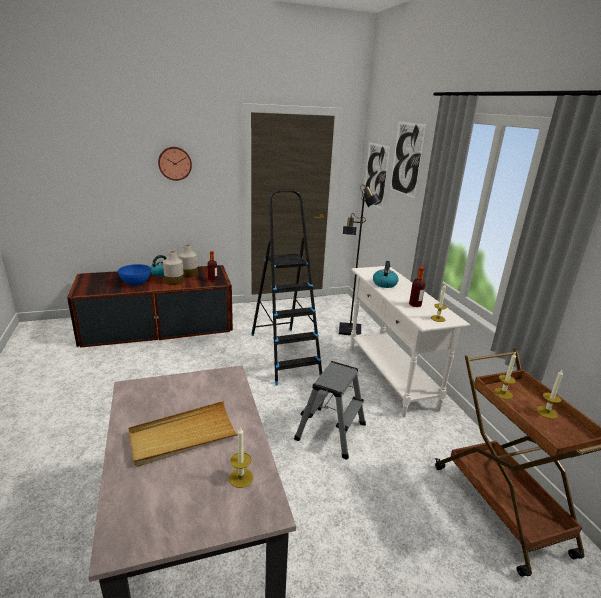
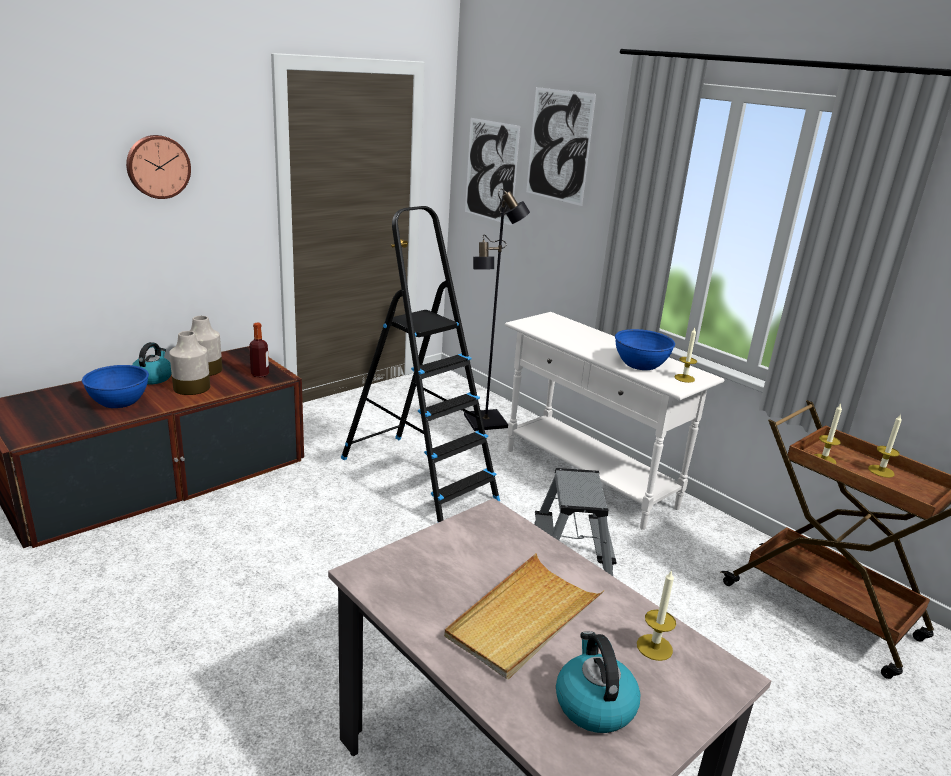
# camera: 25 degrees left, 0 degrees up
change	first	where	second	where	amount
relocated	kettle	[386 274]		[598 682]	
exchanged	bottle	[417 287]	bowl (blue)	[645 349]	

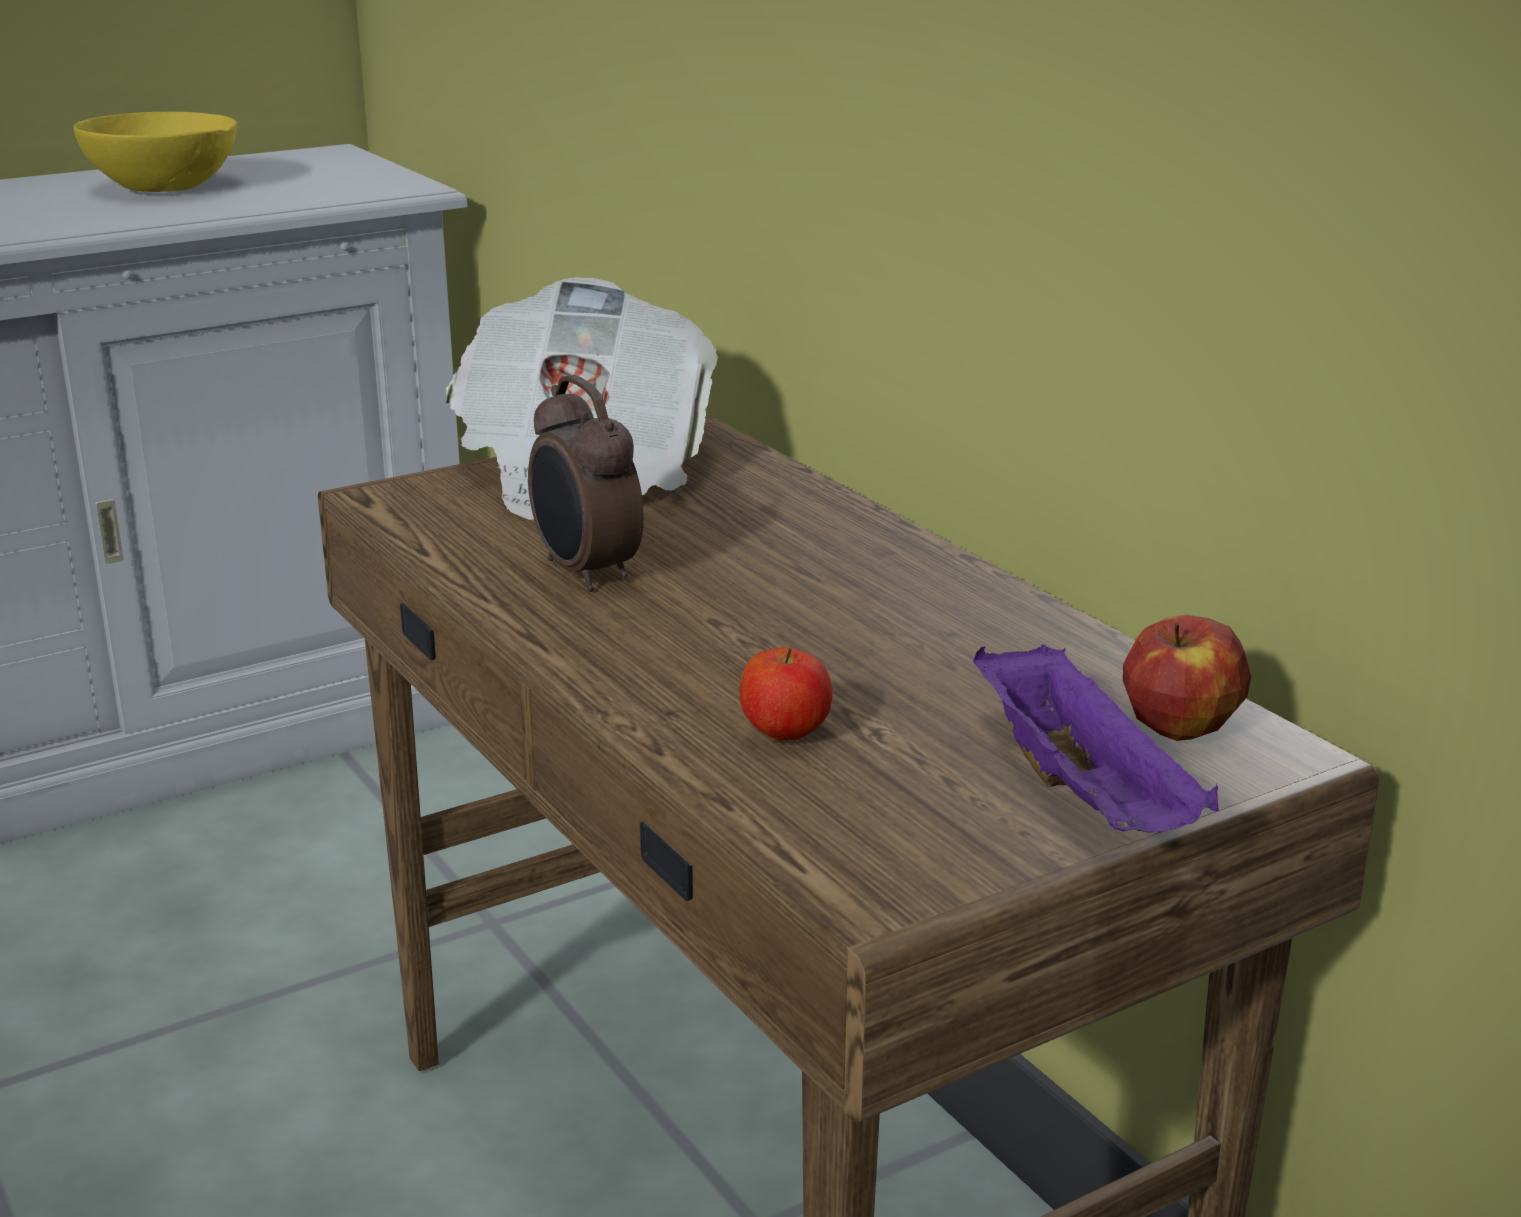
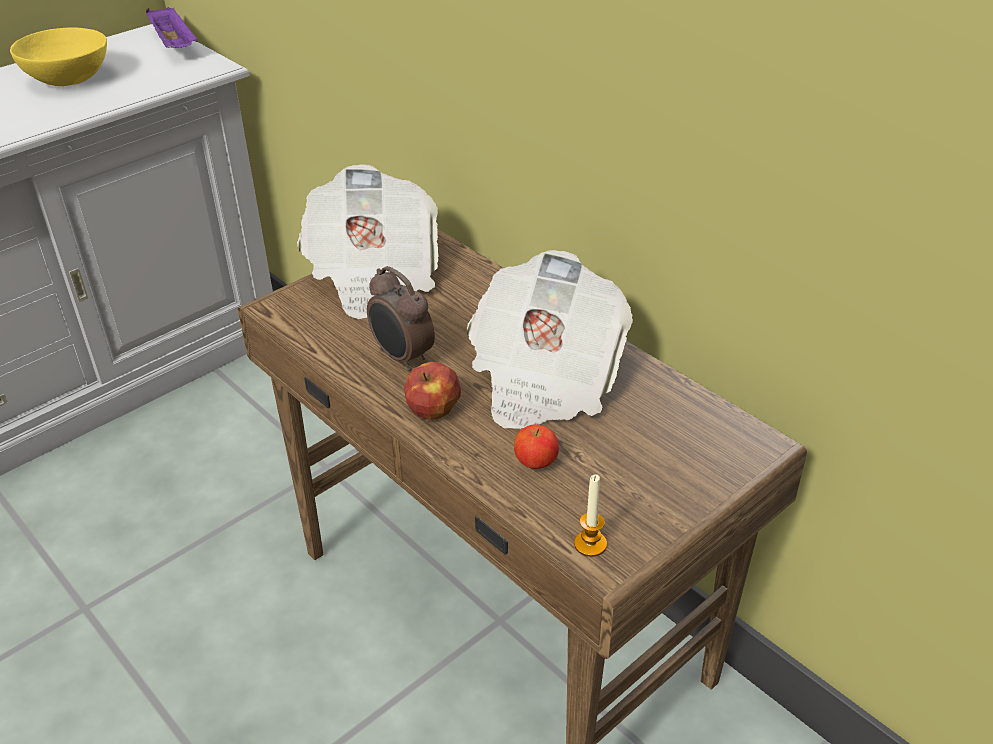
# camera: 10 degrees left, 15 degrees up
change	first	where	second	where	amount
appeared			newspaper	[550 339]	
appeared			candle	[590 515]	
relocated	tray (purple)	[1096 738]		[172 27]	
relocated	apple	[1187 678]		[432 391]	

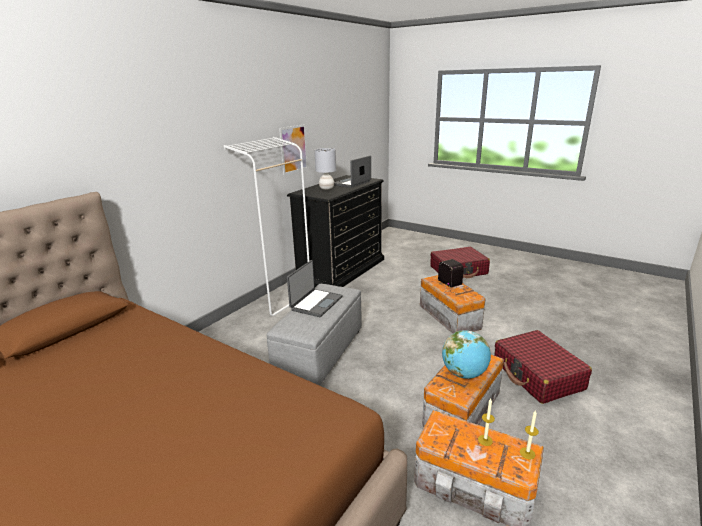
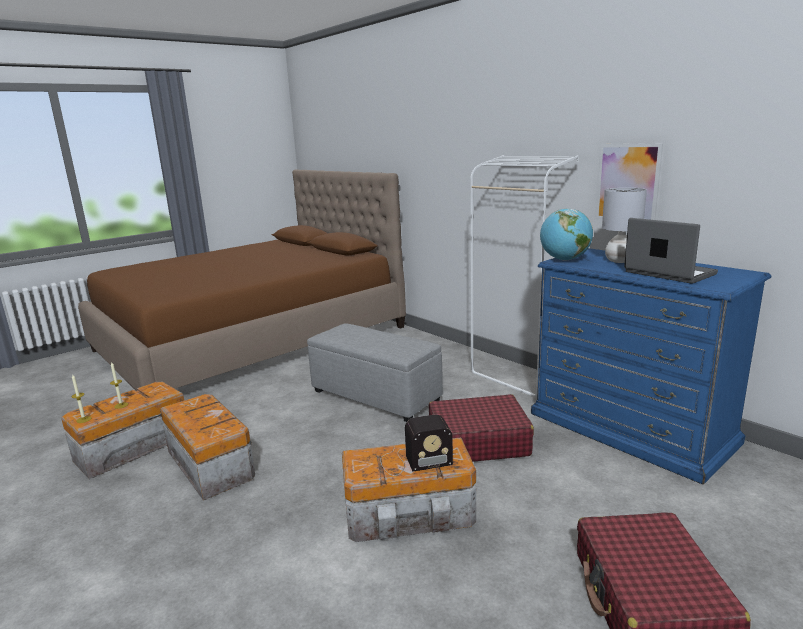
# camera: 105 degrees right, 5 degrees down
change	first	where	second	where	amount
missing	laptop	[315 288]			
relocated	globe	[466 354]		[566 235]	
relocated	suitcase (red)	[543 367]		[481 428]	
colour	dresser (black)	[335 231]	dresser (blue)	[651 366]	

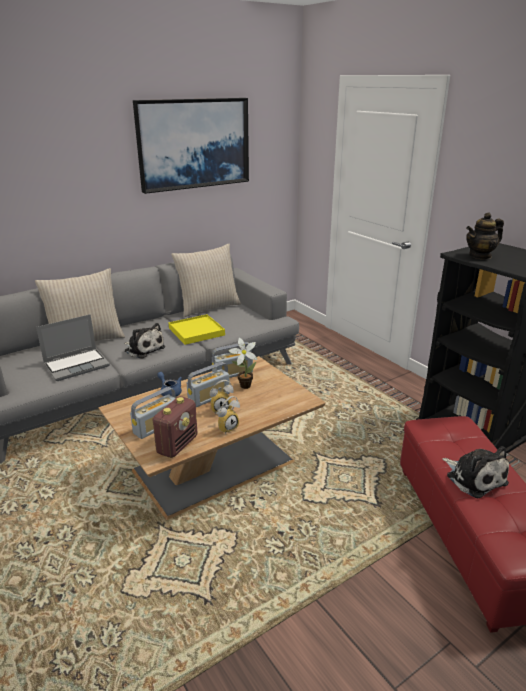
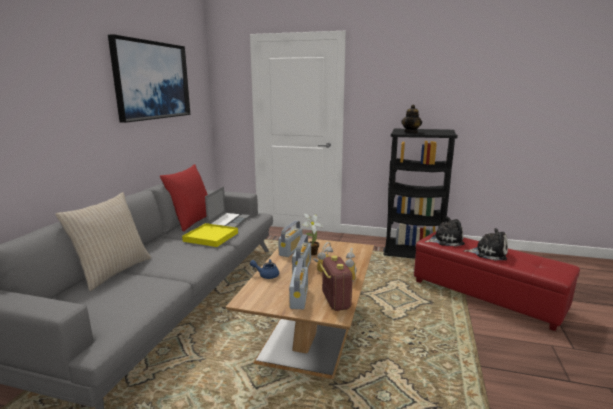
# camera: 40 degrees left, 10 degrees down
change	first	where	second	where	amount
relocated	laptop	[73 347]		[227 207]	
relocated	plush toy	[144 341]		[445 232]	
colour	pillow (beige)	[206 280]	pillow (red)	[184 198]	

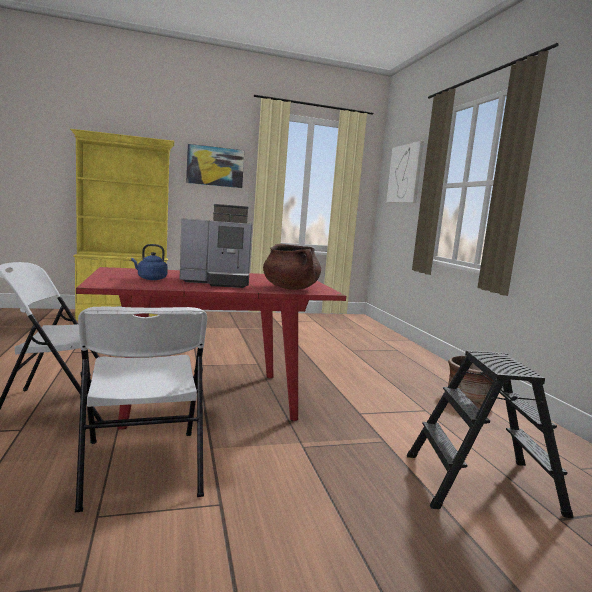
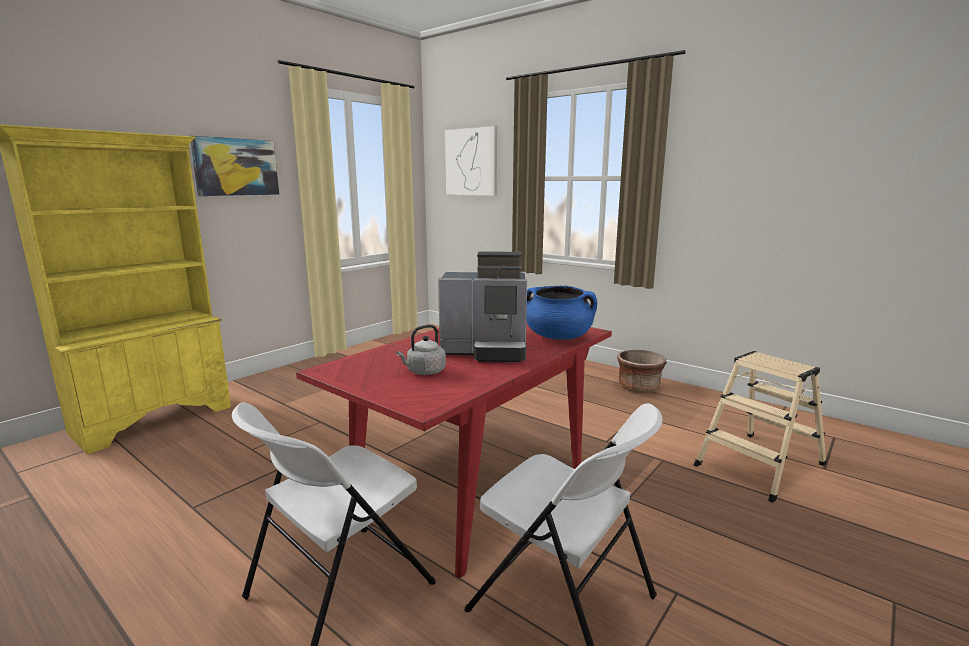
# camera: 35 degrees left, 5 degrees up
change	first	where	second	where	amount
colour	kettle (blue)	[149 262]	kettle (grey)	[421 350]	
colour	cooking pot (brown)	[292 267]	cooking pot (blue)	[561 313]	
colour	step ladder (black)	[490 434]	step ladder (beige)	[760 427]	
spun	coffee machine	[215 246]		[482 306]	45 degrees clockwise

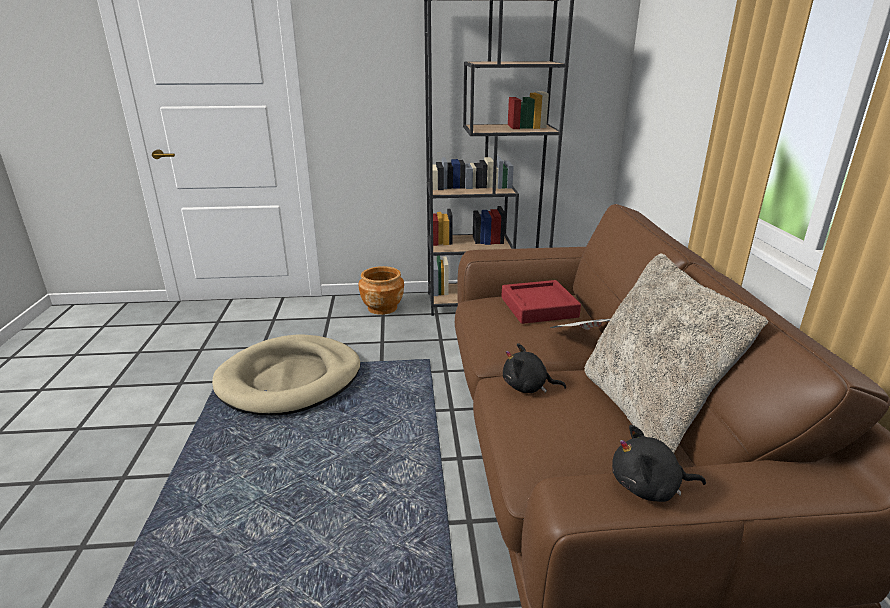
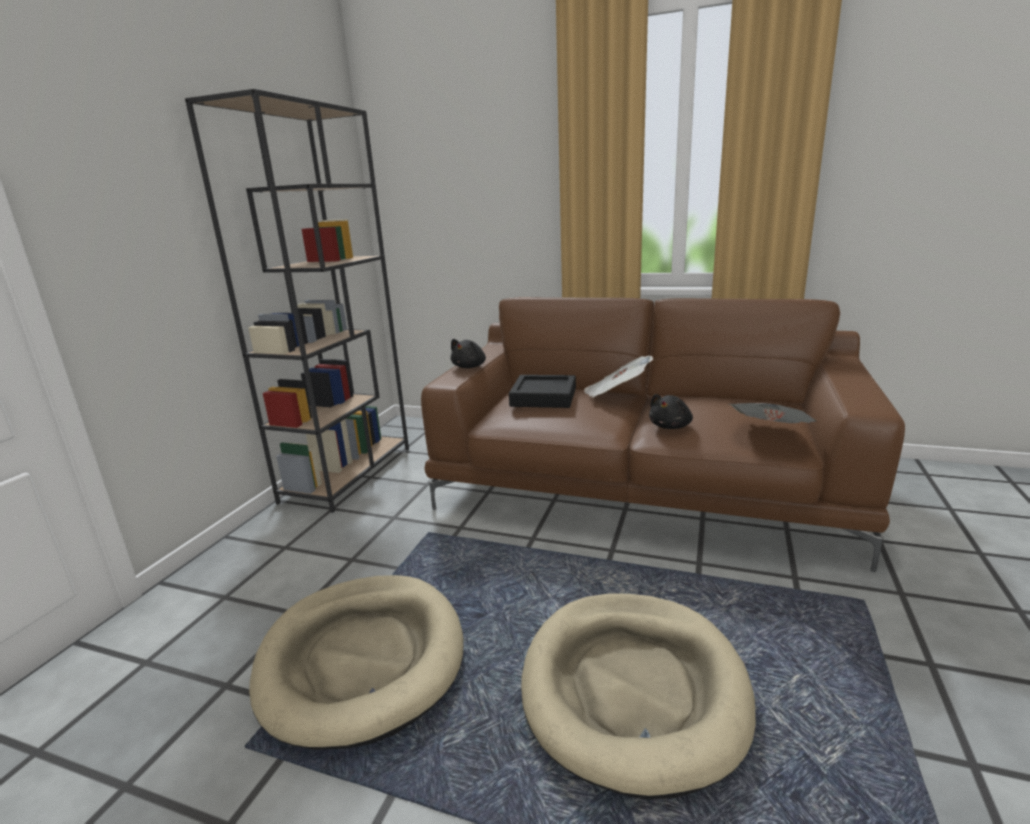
# camera: 65 degrees left, 5 degrees down
change	first	where	second	where	amount
missing	planter (brown)	[381 290]			
missing	pillow (beige)	[676 353]			
appeared			dog bed (beige)	[638 696]	
appeared			newspaper	[772 413]	
relocated	plush toy (black)	[659 463]		[468 353]	
colour	tray (red)	[541 302]	tray (black)	[542 391]	

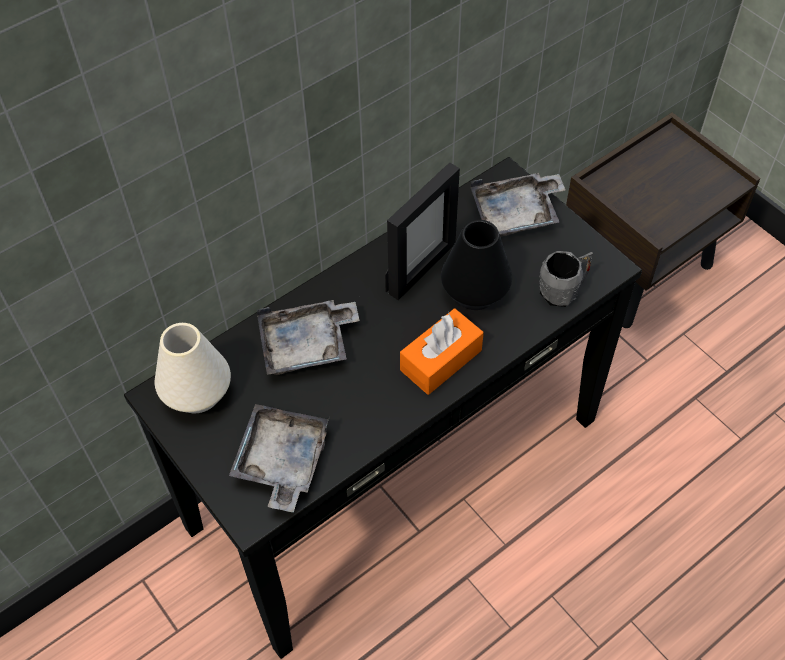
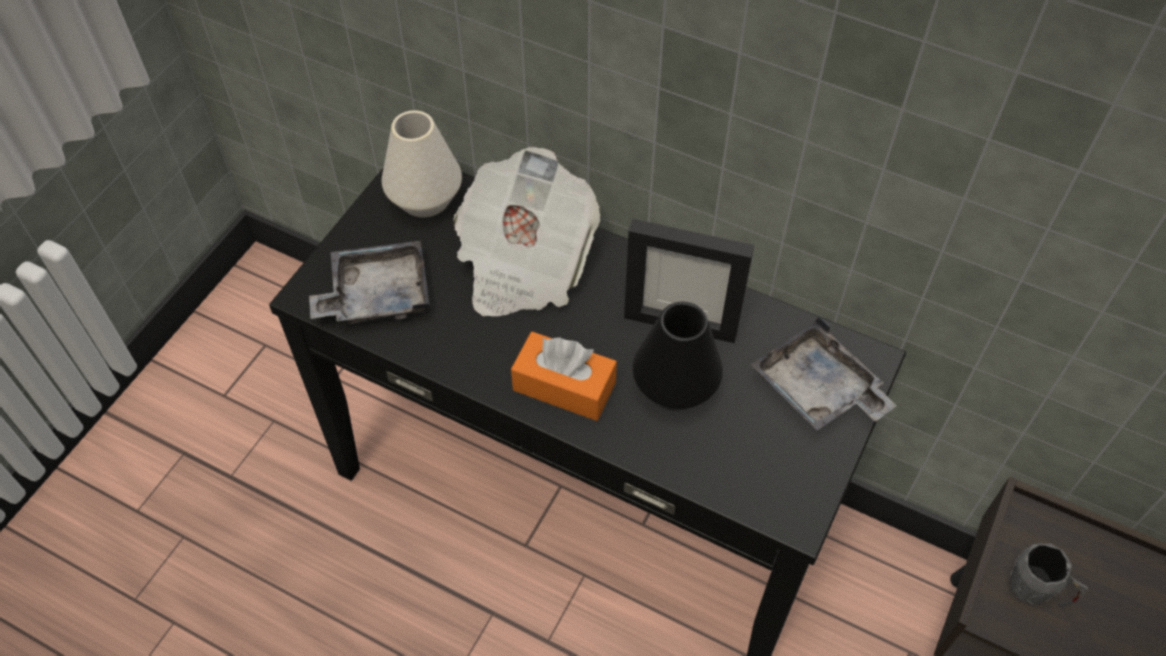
# camera: 65 degrees right, 0 degrees up
change	first	where	second	where	amount
relocated	mug (grey)	[566 279]		[1048 575]	
exchanged	tray (grey)	[308 337]	newspaper	[526 231]	

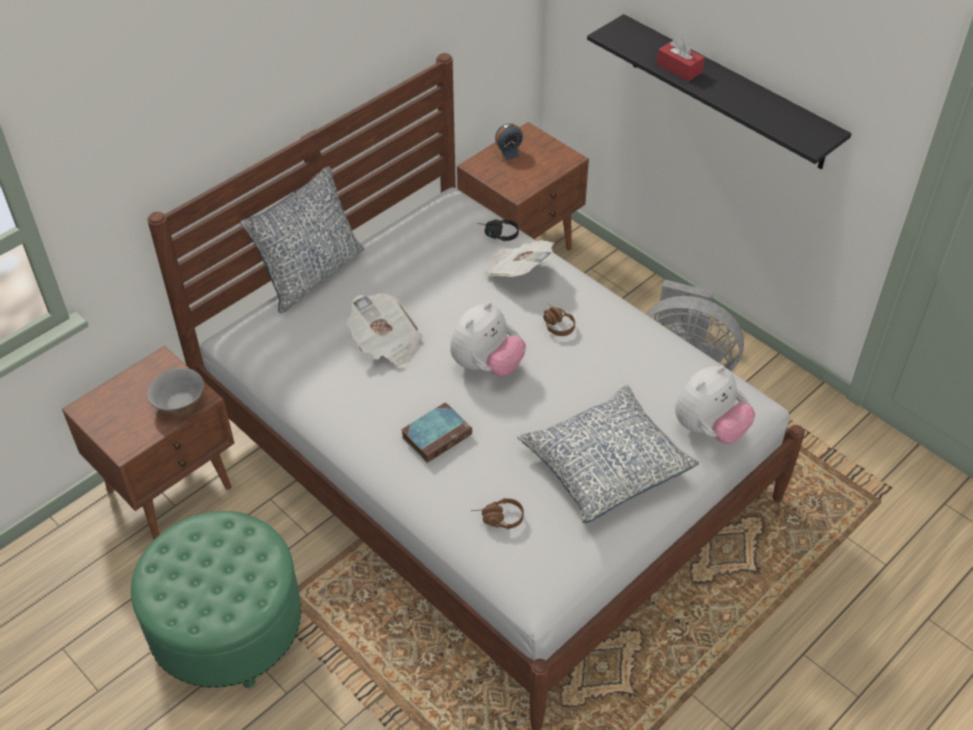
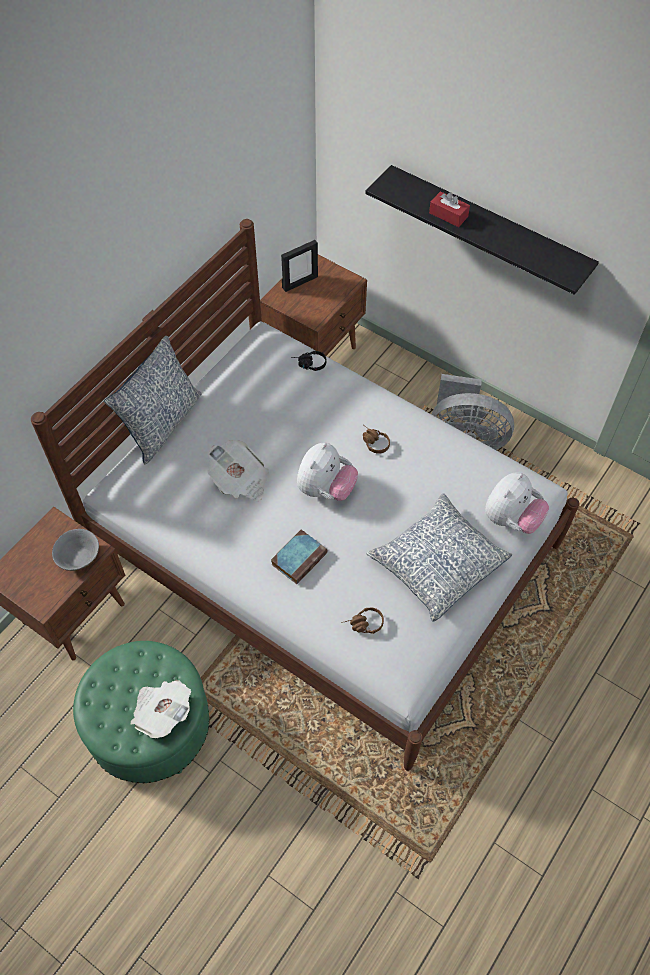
# camera: 10 degrees left, 10 degrees up
change	first	where	second	where	amount
relocated	newspaper	[519 258]		[160 709]	
exchanged	alarm clock	[508 142]	picture frame	[299 266]	

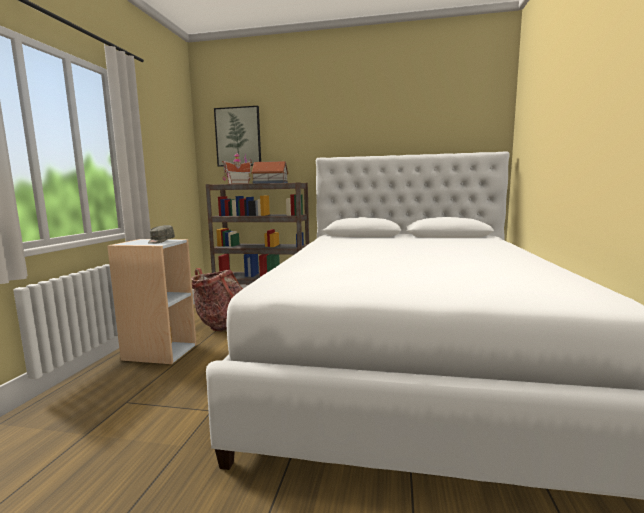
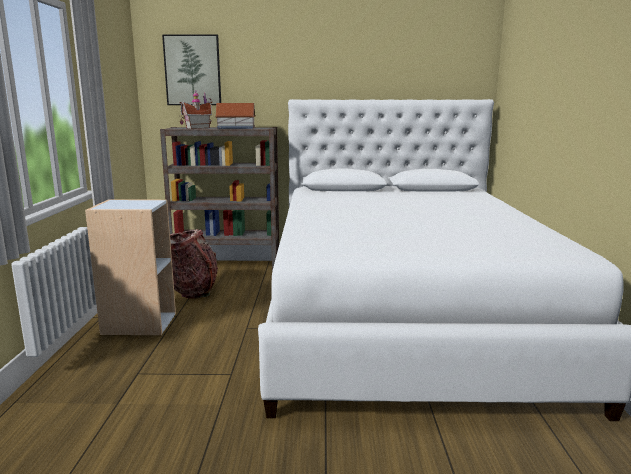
# camera: 10 degrees left, 5 degrees up
change	first	where	second	where	amount
missing	cap (grey)	[161 234]			

